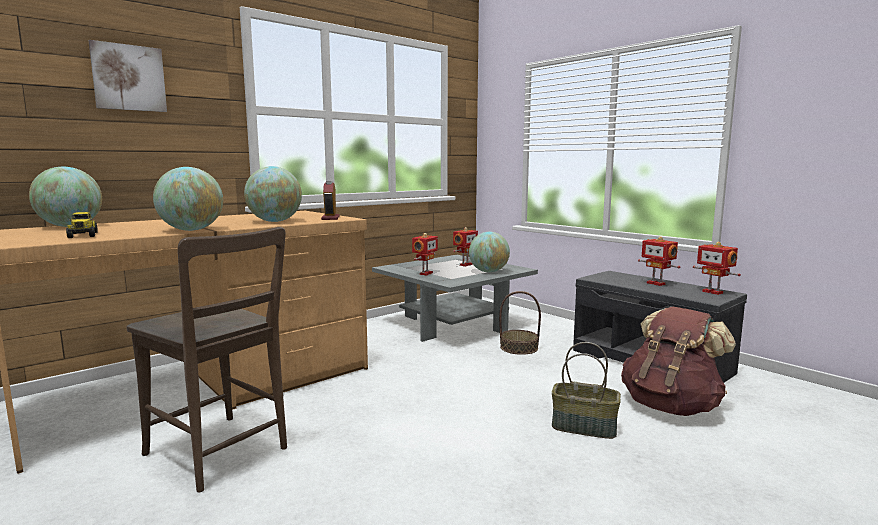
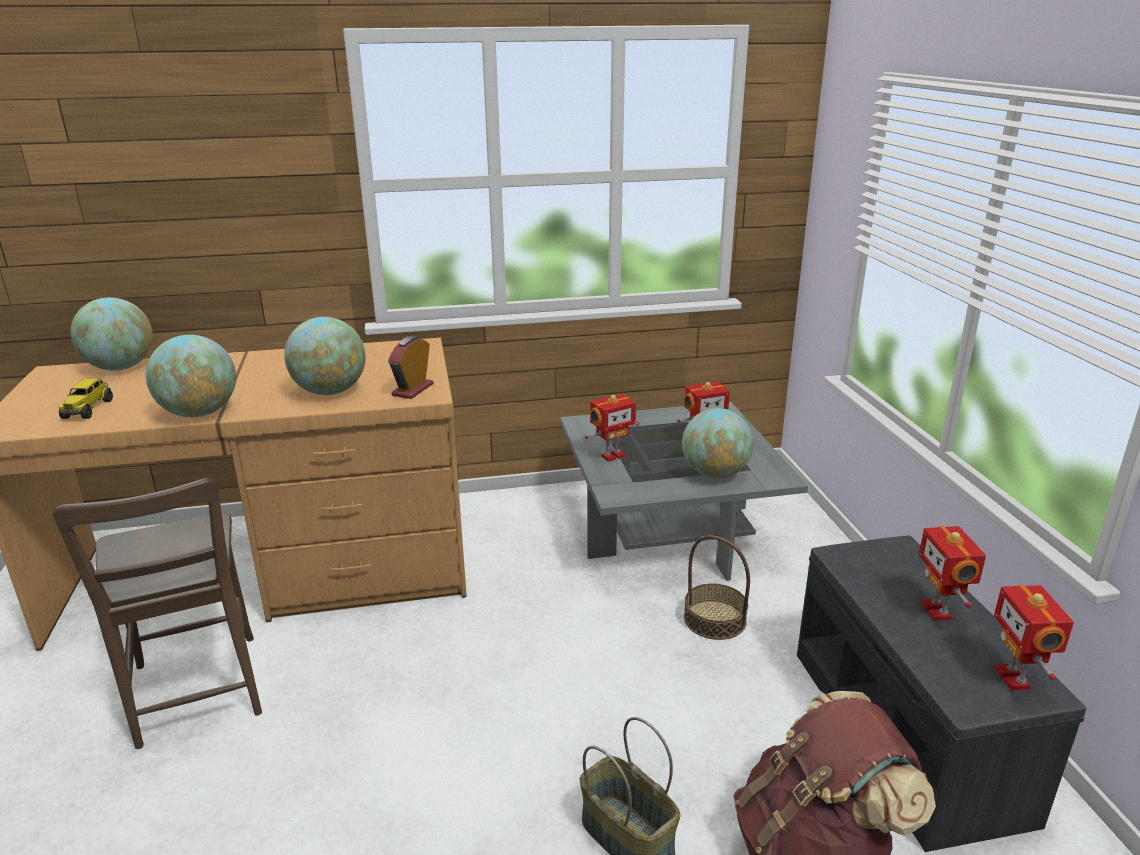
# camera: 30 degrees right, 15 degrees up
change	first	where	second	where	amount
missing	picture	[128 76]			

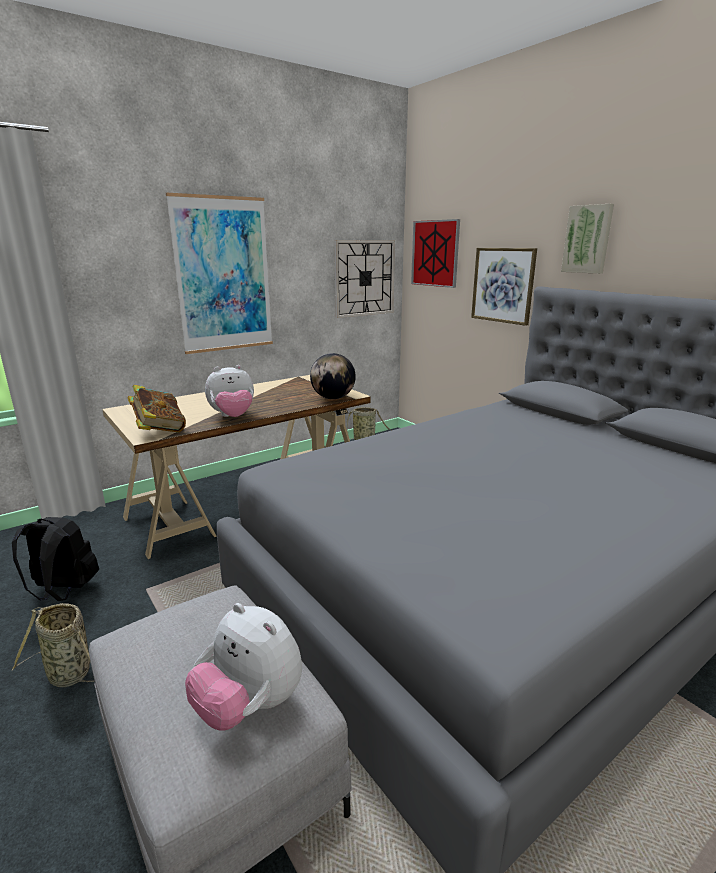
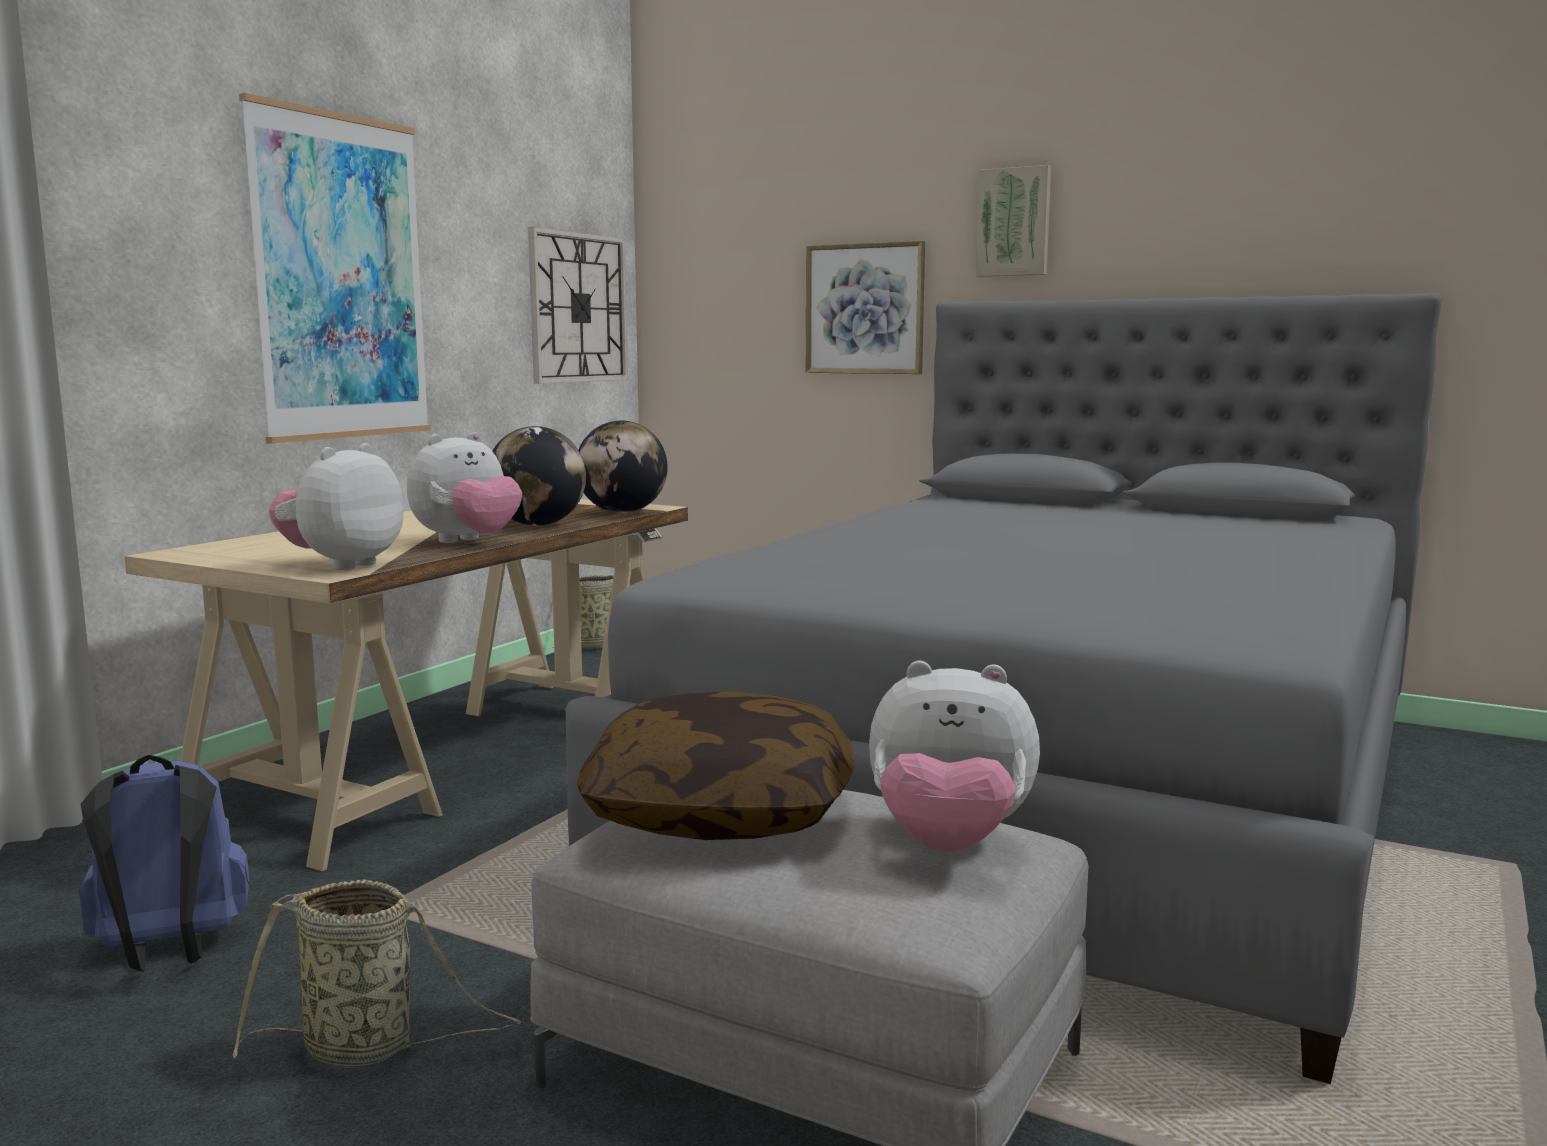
# camera: 25 degrees left, 10 degrees down
change	first	where	second	where	amount
missing	picture	[435 253]			
appeared			globe	[539 476]	
appeared			pillow	[715 765]	
exchanged	book	[157 408]	plush toy	[336 506]	
colour	backpack (black)	[55 559]	backpack (blue)	[164 863]	

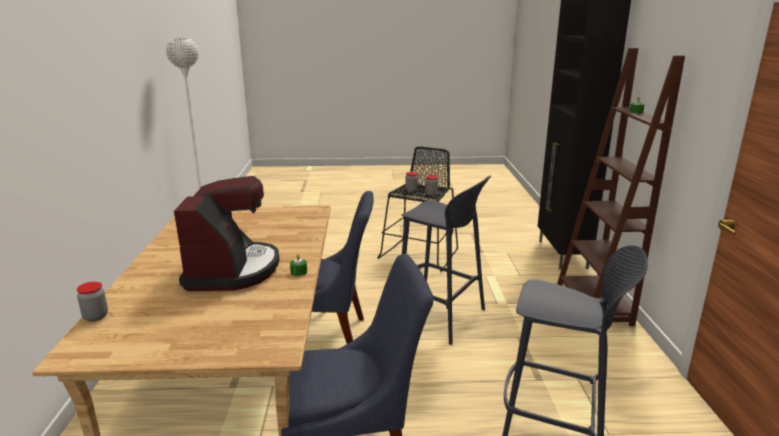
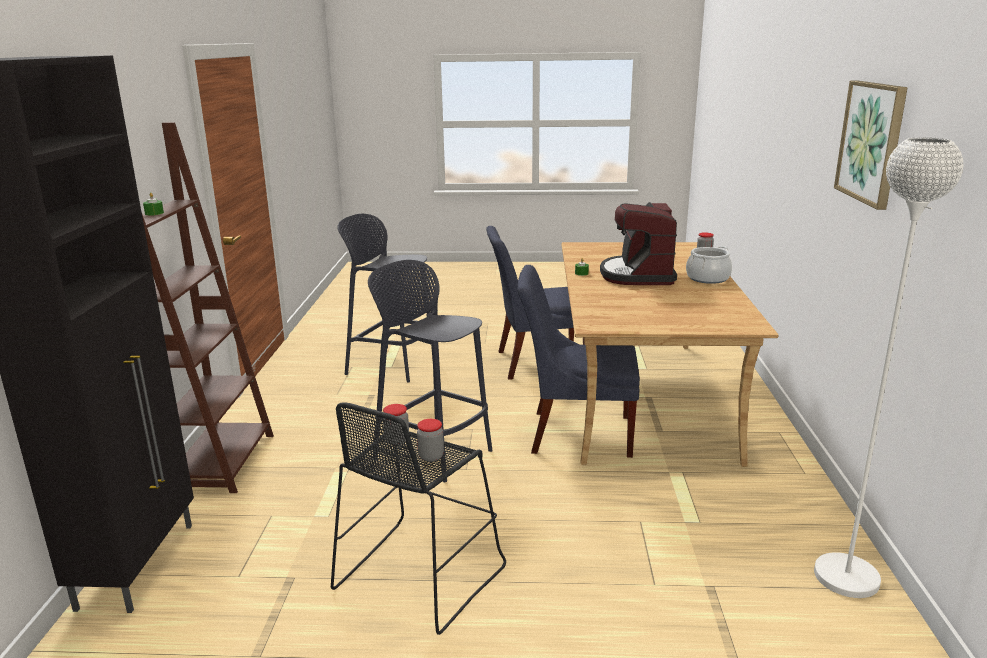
# camera: 175 degrees left, 0 degrees up
change	first	where	second	where	amount
appeared			cooking pot	[709 265]	
appeared			picture	[871 145]	

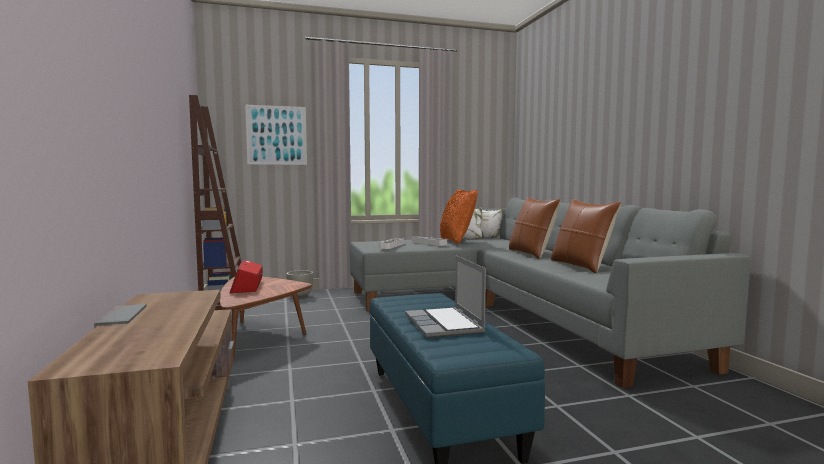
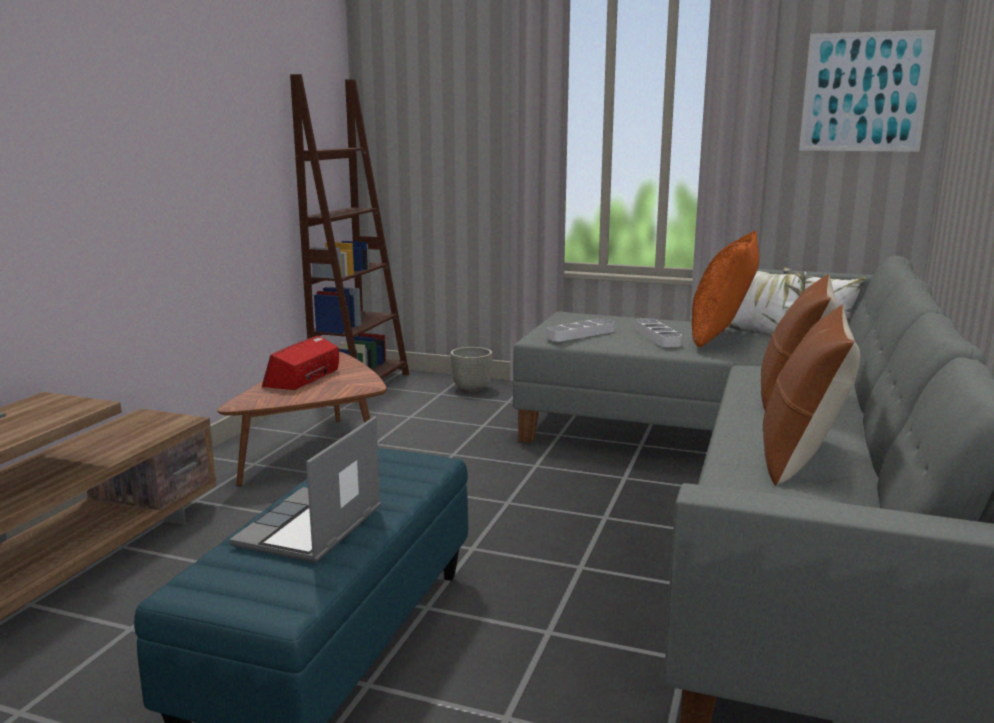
# camera: 35 degrees right, 10 degrees up
change	first	where	second	where	amount
relocated	picture	[276 135]		[867 91]	

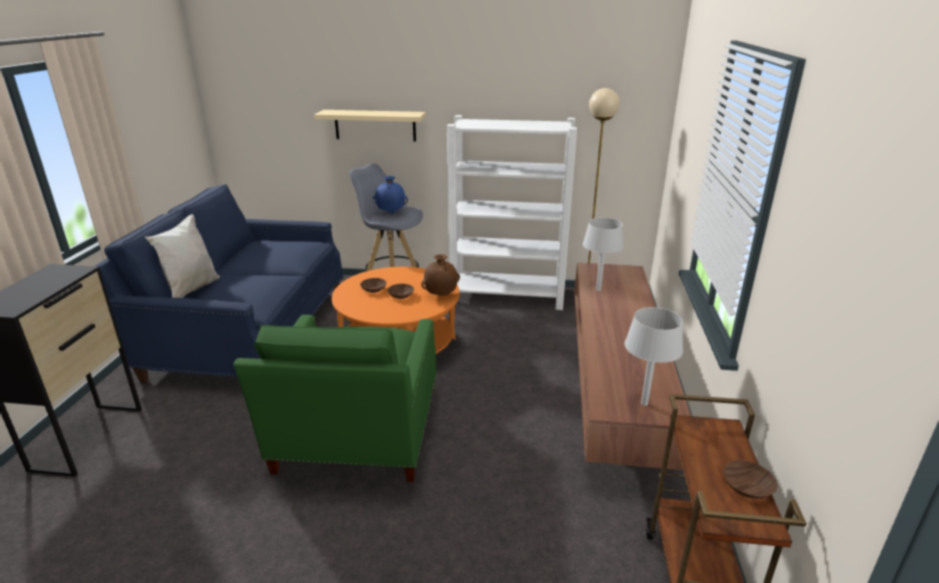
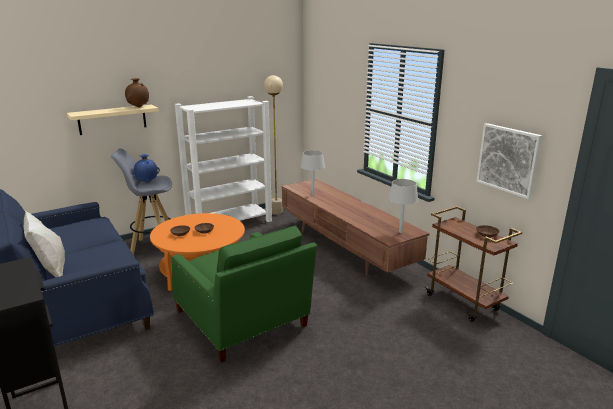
# camera: 40 degrees left, 5 degrees down
change	first	where	second	where	amount
appeared			picture	[509 161]	
relocated	vase (brown)	[440 275]		[137 93]	

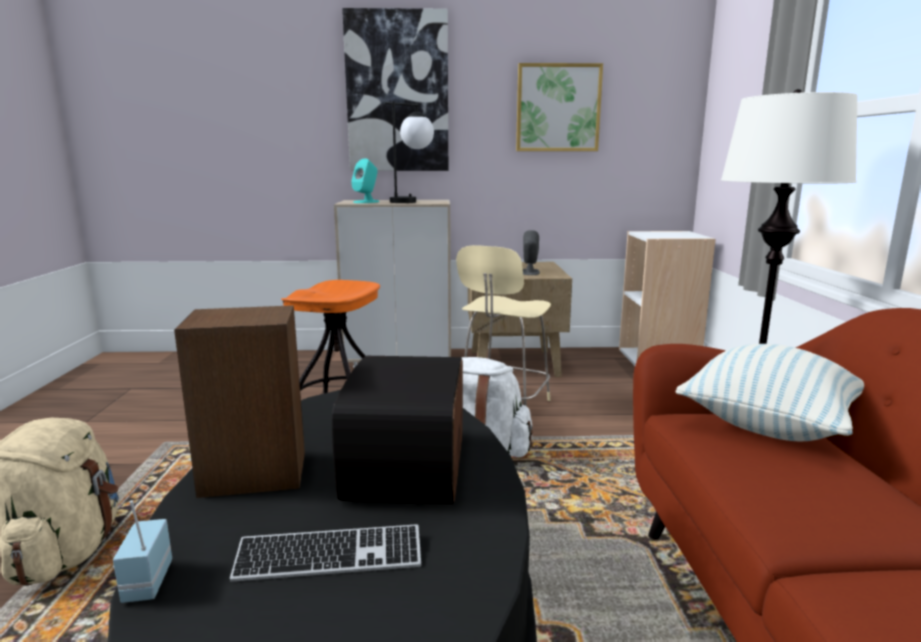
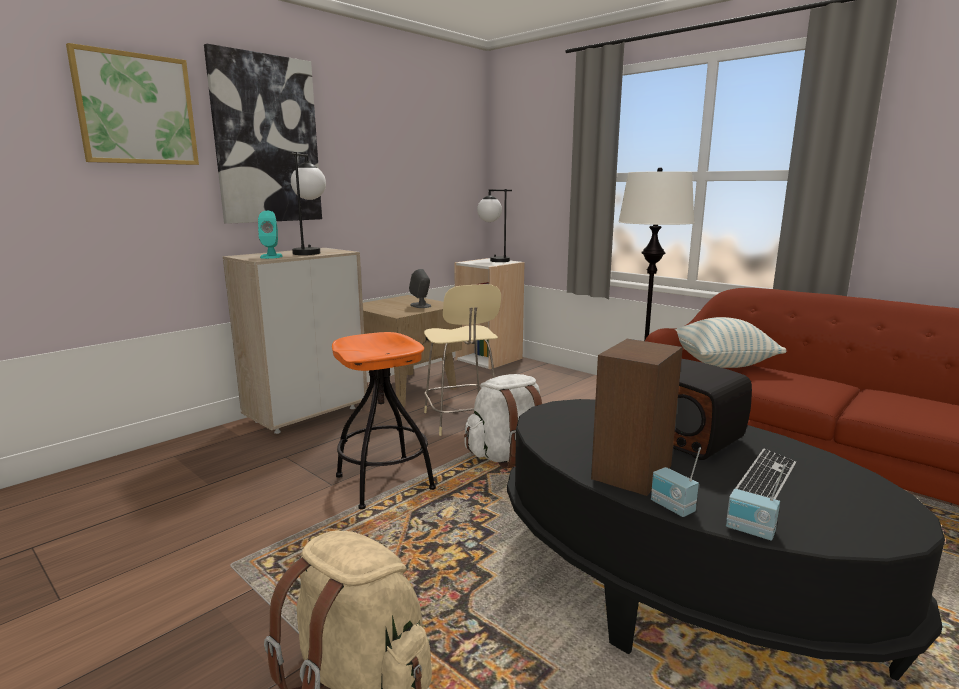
# camera: 45 degrees left, 0 degrees up
change	first	where	second	where	amount
appeared			table lamp	[494 225]	
appeared			radio	[676 482]	
relocated	picture	[559 107]		[132 104]	

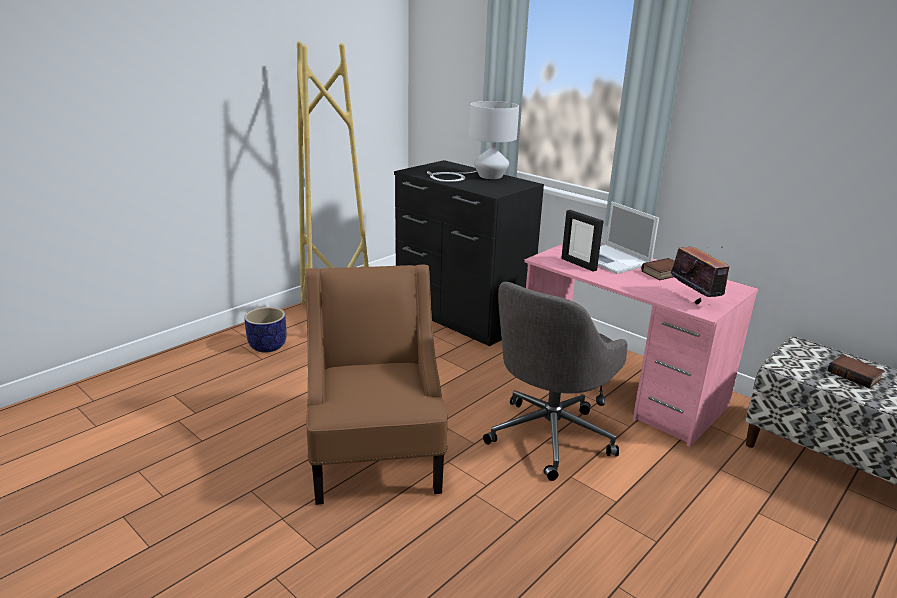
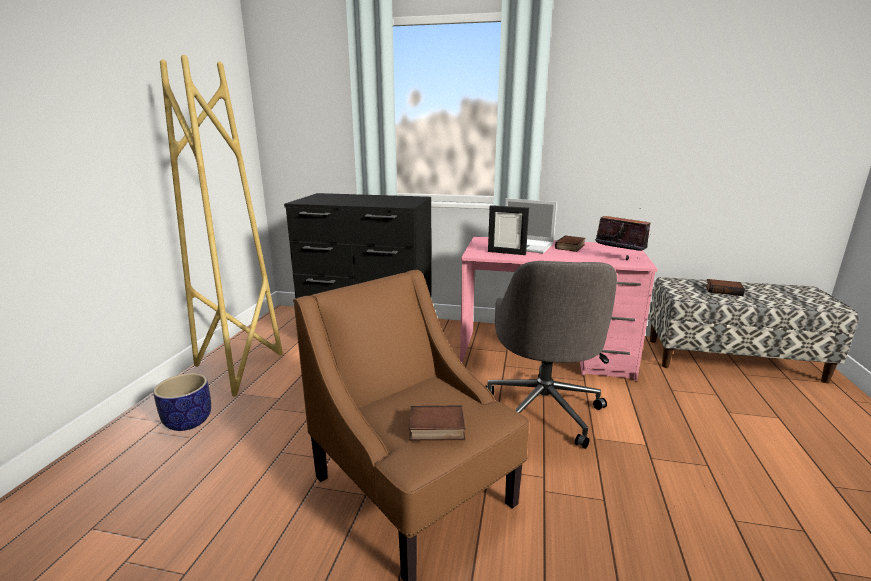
# camera: 30 degrees left, 5 degrees down
change	first	where	second	where	amount
missing	table lamp (grey)	[473 141]			
appeared			book	[437 423]	

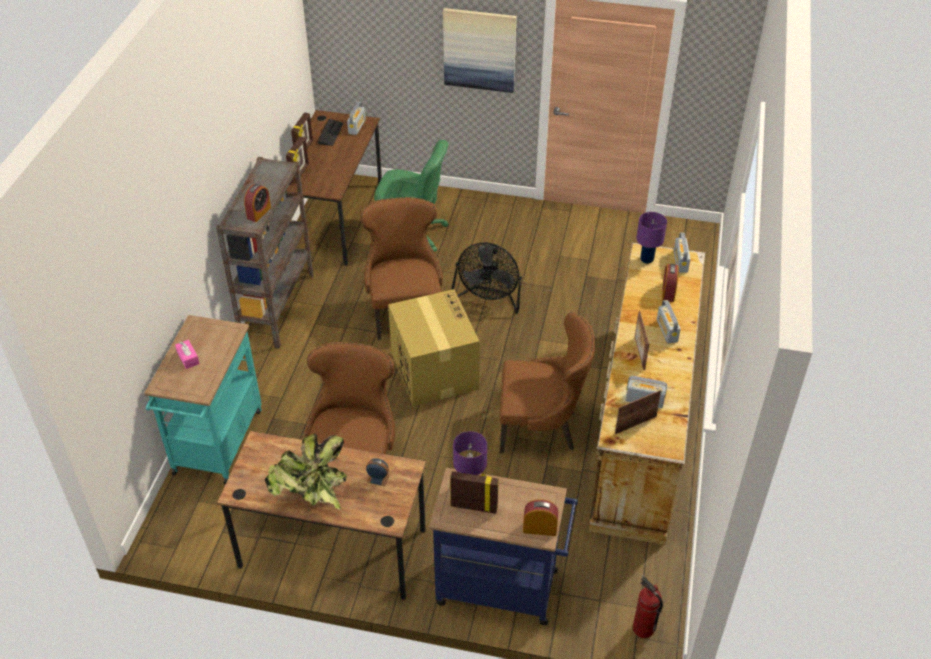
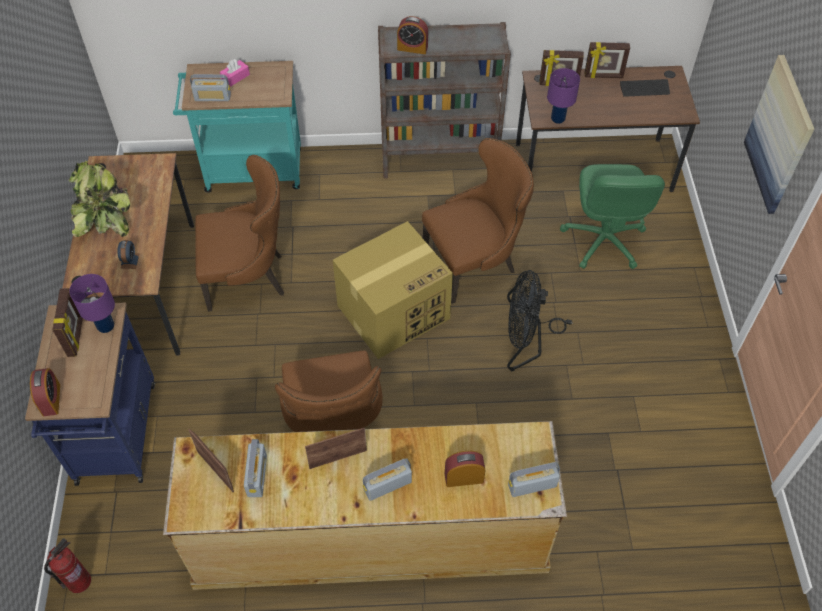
# camera: 75 degrees right, 10 degrees up
change	first	where	second	where	amount
relocated	radio	[356 118]		[210 87]	
relocated	table lamp (purple)	[651 238]		[563 96]	

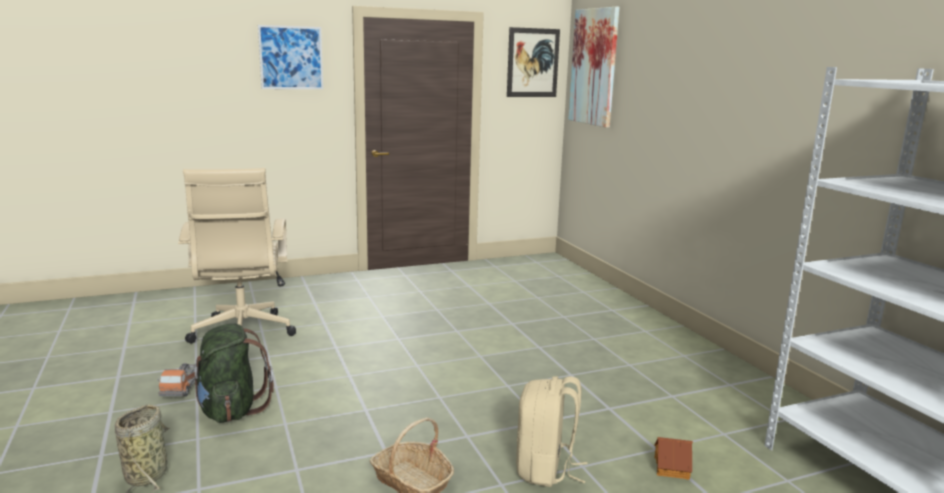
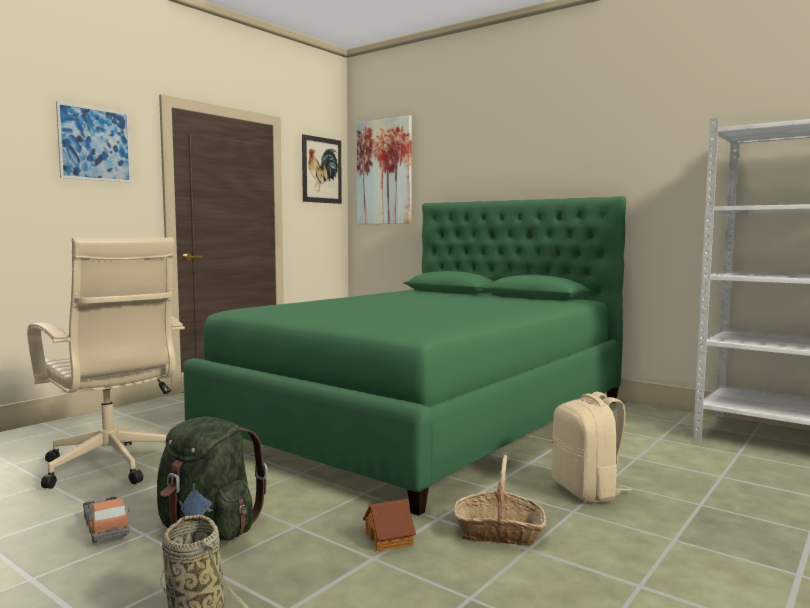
# camera: 30 degrees left, 10 degrees down
change	first	where	second	where	amount
appeared			bed (green)	[405 356]	
relocated	toy house	[673 458]		[389 525]	

